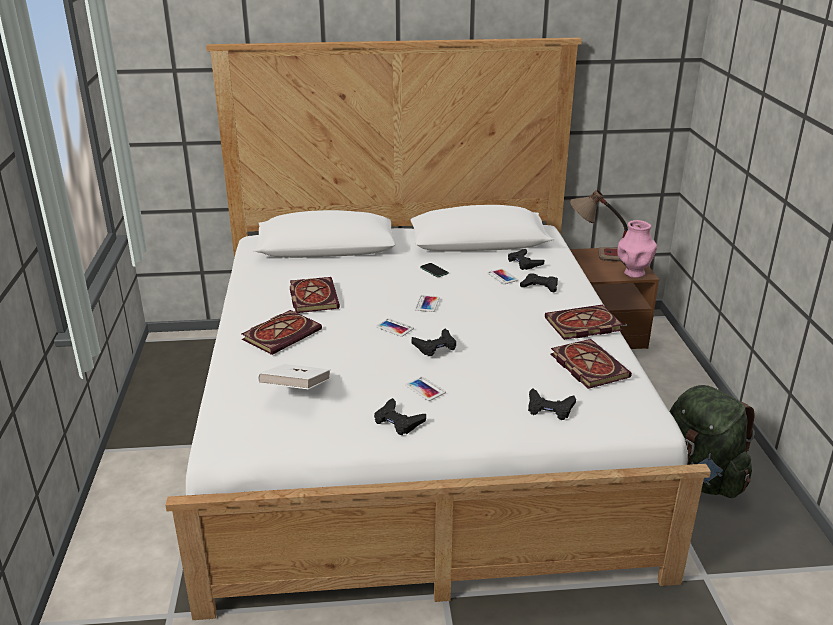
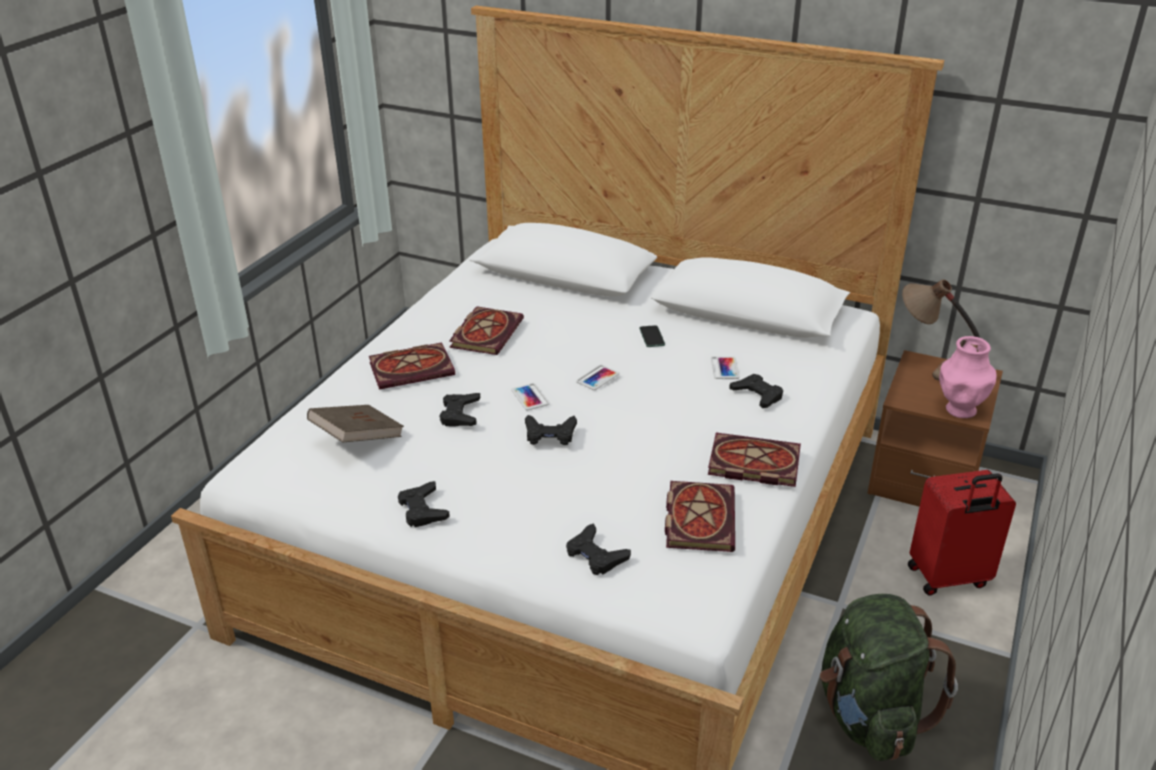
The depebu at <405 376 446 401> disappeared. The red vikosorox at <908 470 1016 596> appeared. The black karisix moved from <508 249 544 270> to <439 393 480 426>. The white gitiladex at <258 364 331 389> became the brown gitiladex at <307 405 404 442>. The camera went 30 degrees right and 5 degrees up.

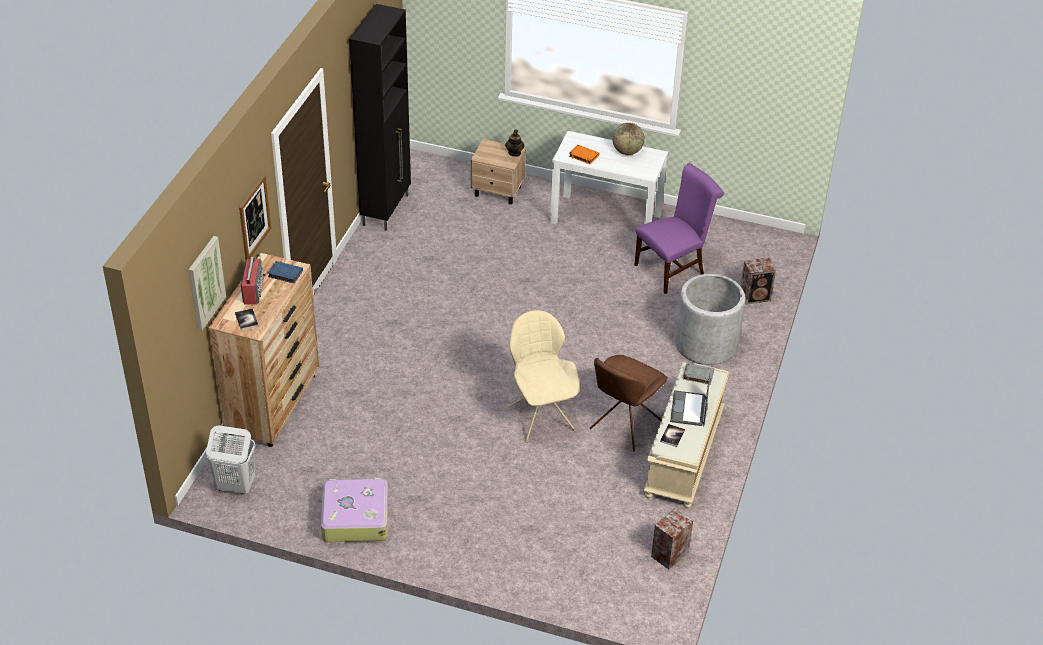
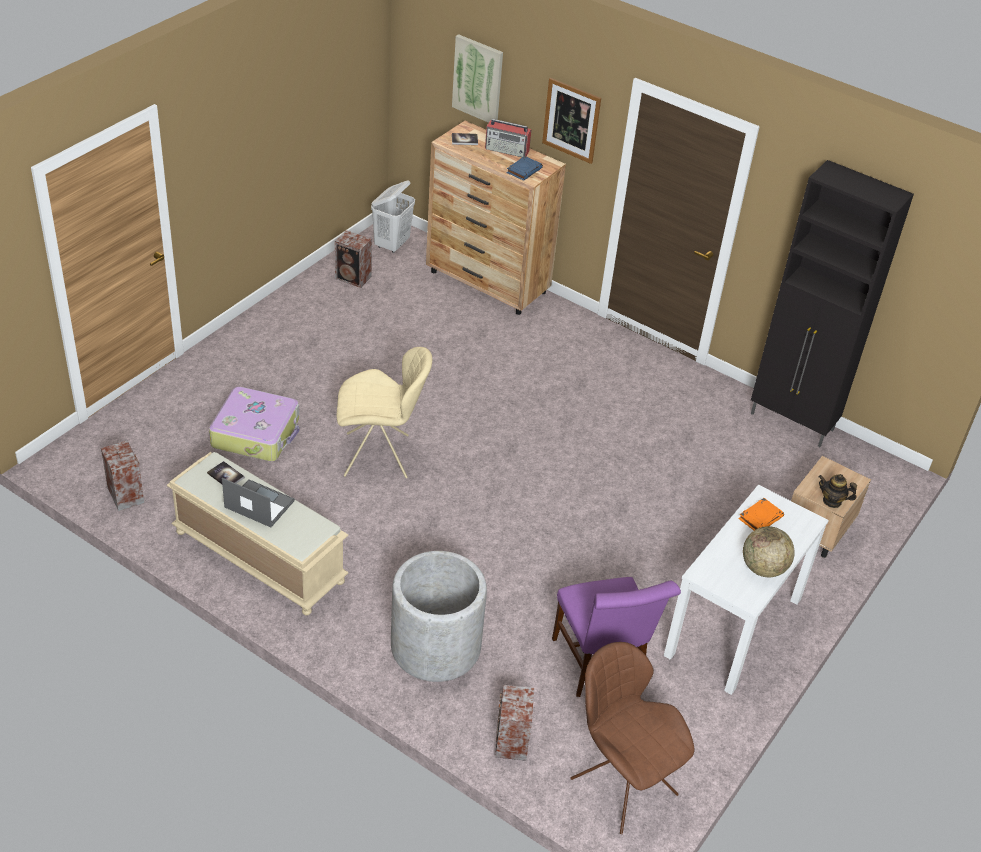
The grey gitiladex at <683 363 715 385> disappeared. The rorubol at <335 230 372 288> appeared. The vikosorox moved from <321 478 388 542> to <209 387 300 461>. The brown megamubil moved from <590 355 668 451> to <570 642 695 834>. The camera went 105 degrees right and 0 degrees up.

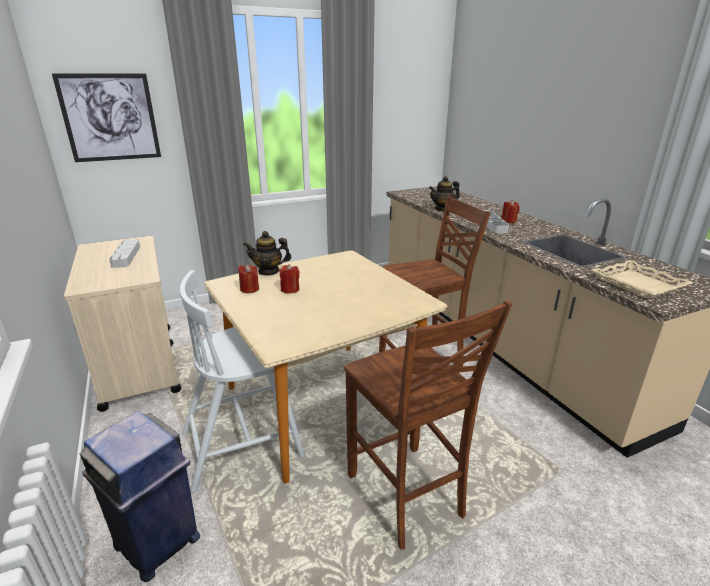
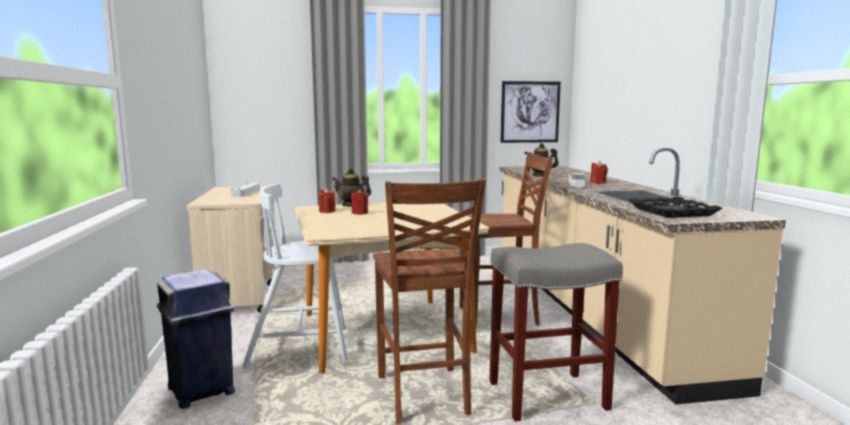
The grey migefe at <490 243 623 421> appeared. The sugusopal moved from <52 73 161 162> to <500 81 561 143>. The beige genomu at <592 260 693 299> became the black genomu at <628 197 722 218>. The camera went 15 degrees right and 15 degrees down.

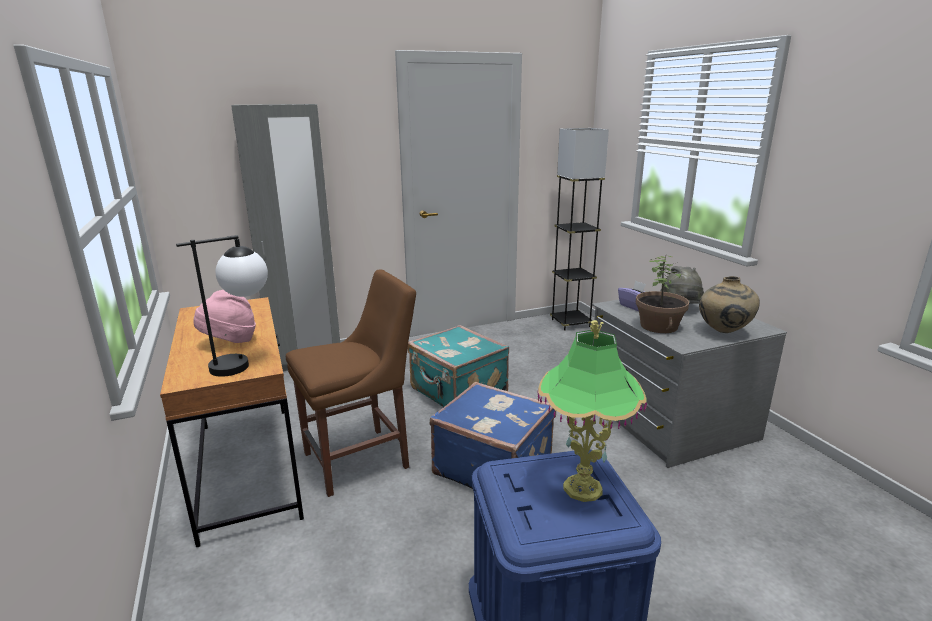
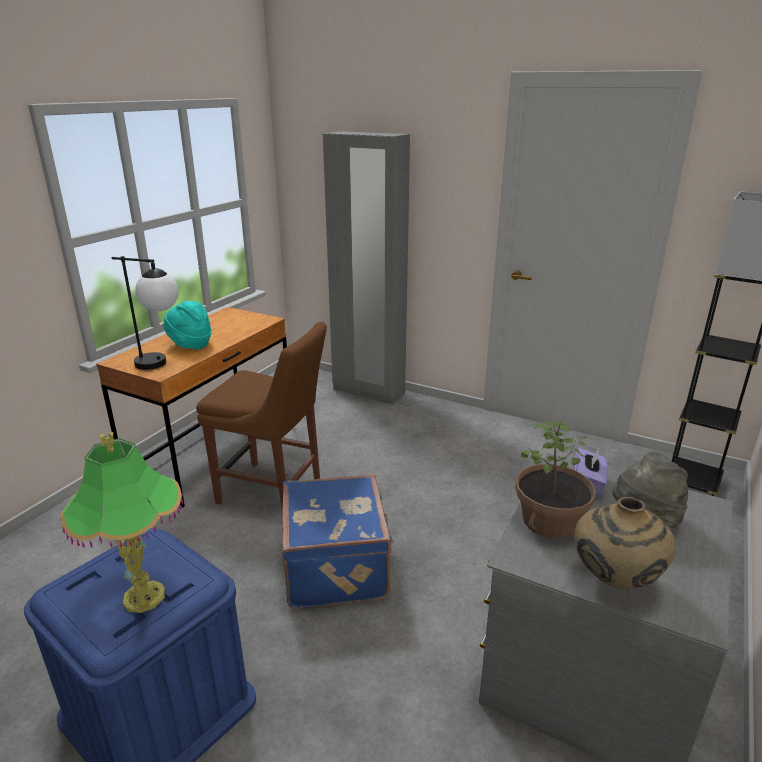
The turquoise vikosorox at <408 325 509 407> disappeared. The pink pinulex at <193 290 256 343> became the turquoise pinulex at <163 301 212 349>. The camera went 50 degrees right and 5 degrees up.

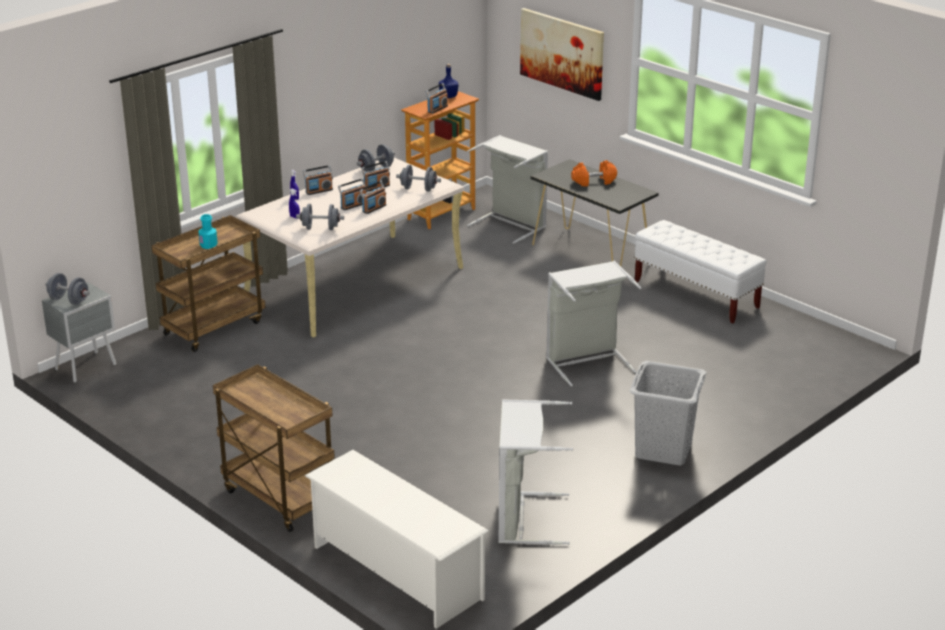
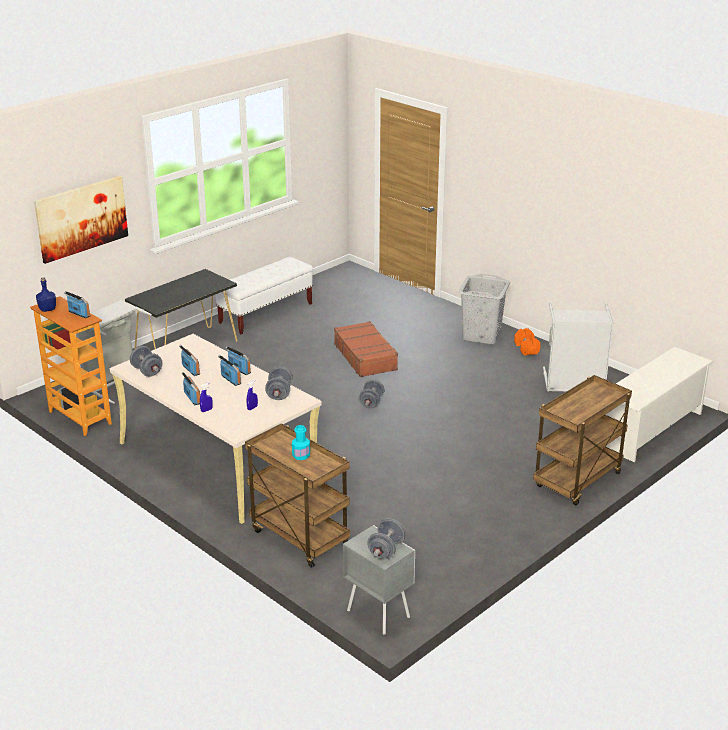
The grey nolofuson moved from <396 165 441 192> to <359 380 384 409>. The orange nolofuson moved from <571 160 617 187> to <514 328 541 355>. The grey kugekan at <546 261 642 387> was replaced by the brown vikosorox at <334 321 398 377>. The camera went 90 degrees left and 0 degrees up.

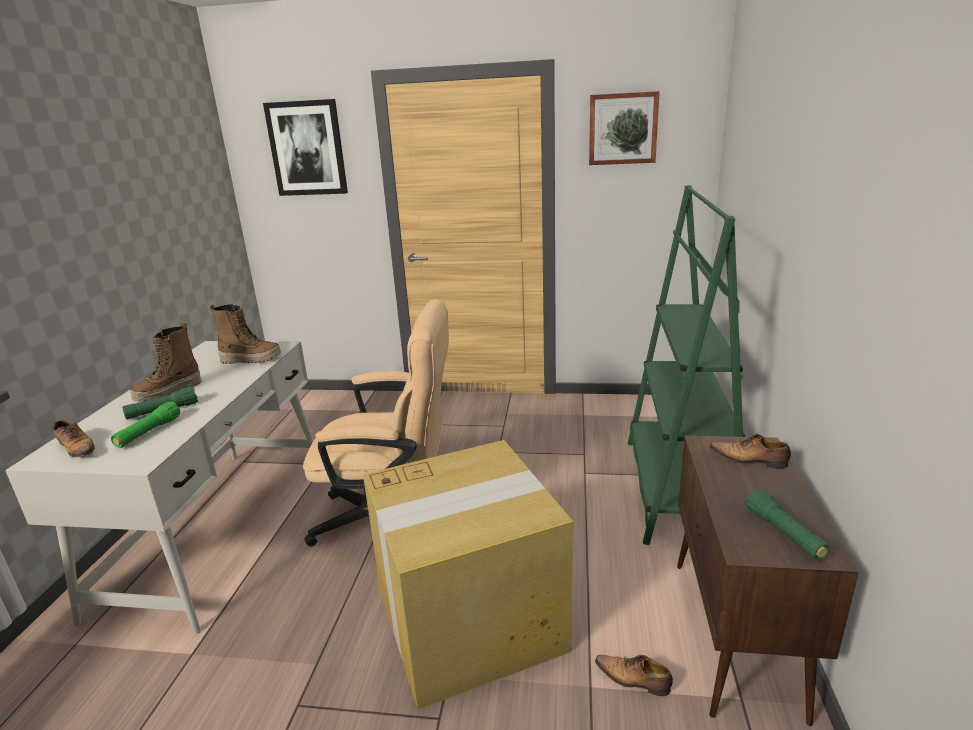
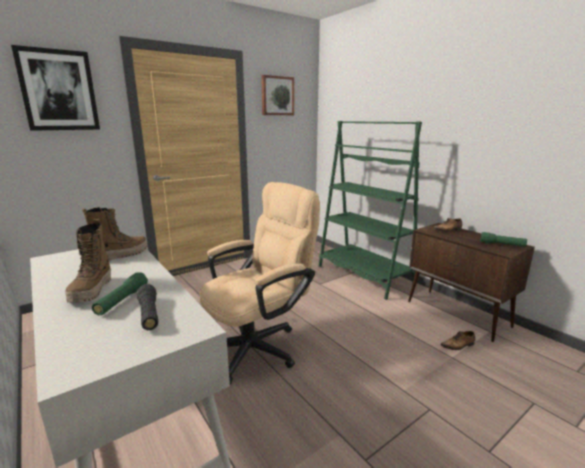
The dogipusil at <53 420 95 457> disappeared. The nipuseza at <363 440 573 710> disappeared. The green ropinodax at <111 402 180 448> became the black ropinodax at <137 284 158 330>. The camera went 45 degrees left and 5 degrees down.

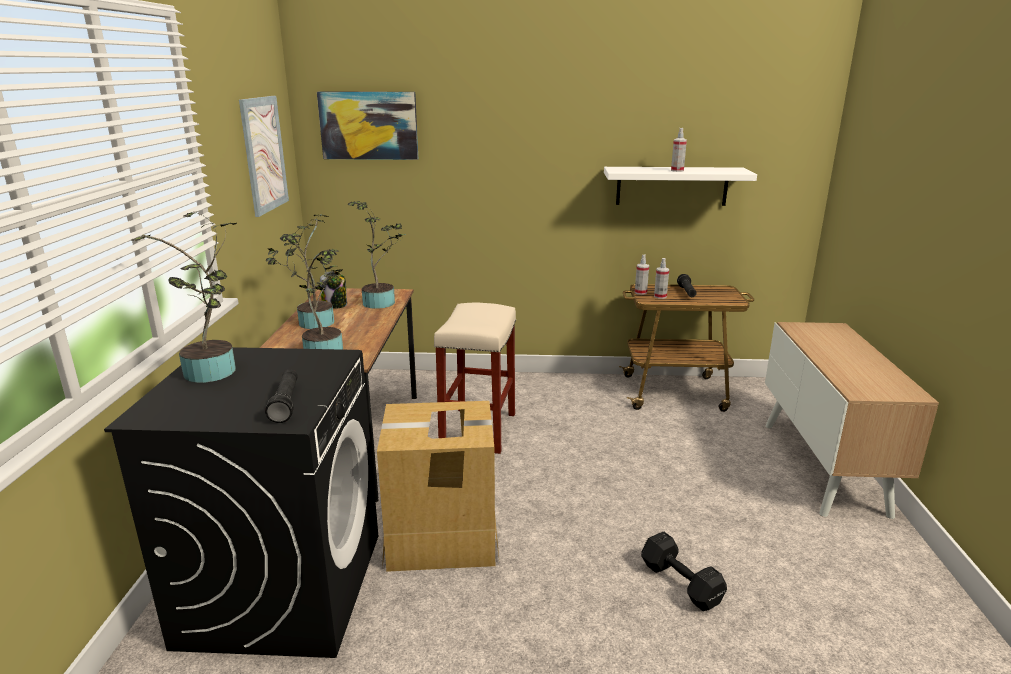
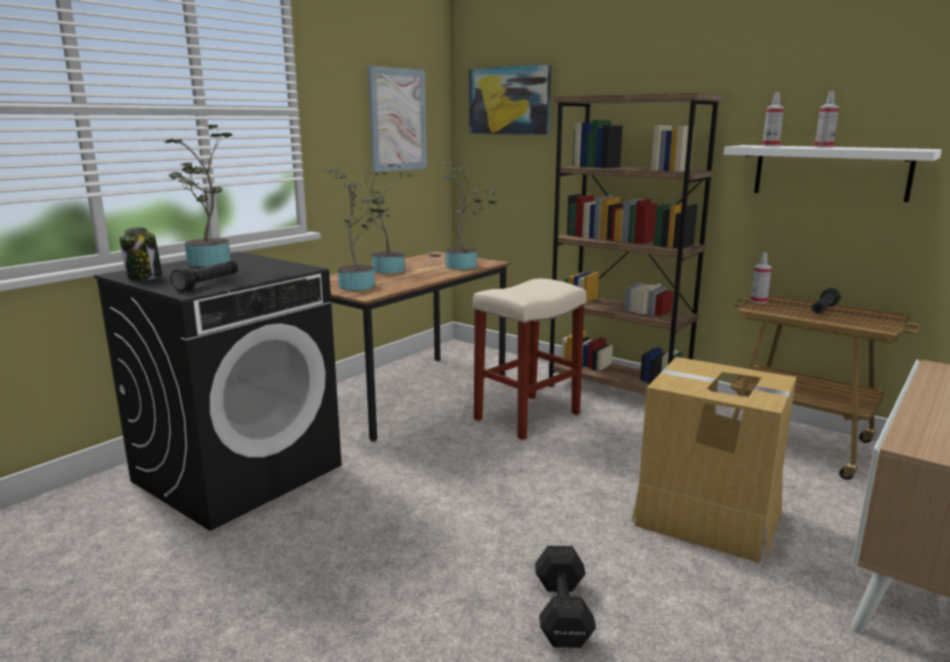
The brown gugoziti at <548 93 723 394> appeared. The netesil moved from <320 271 347 309> to <119 227 162 281>. The nipuseza moved from <377 401 499 572> to <631 357 796 563>. The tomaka moved from <654 258 669 299> to <762 92 784 147>. The camera went 35 degrees right and 5 degrees down.

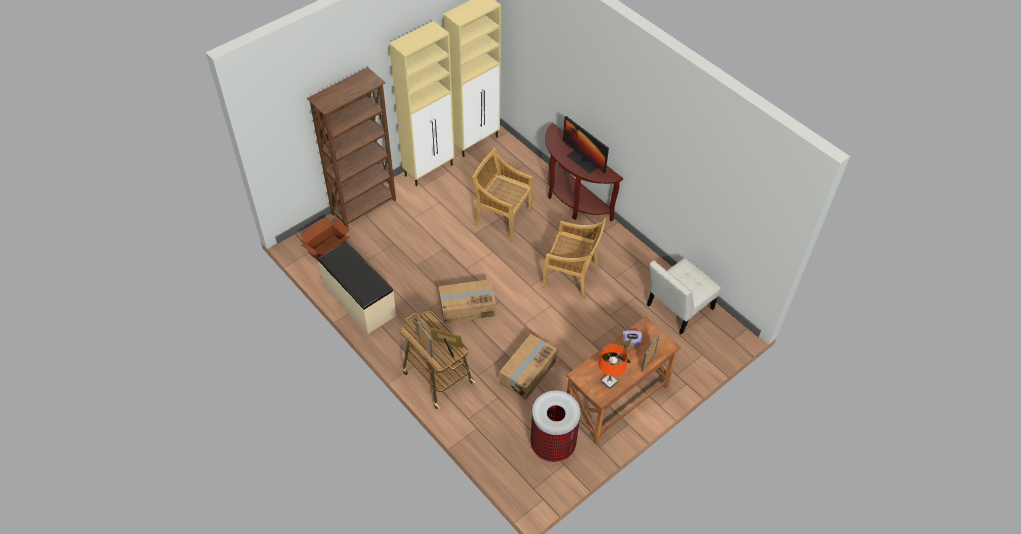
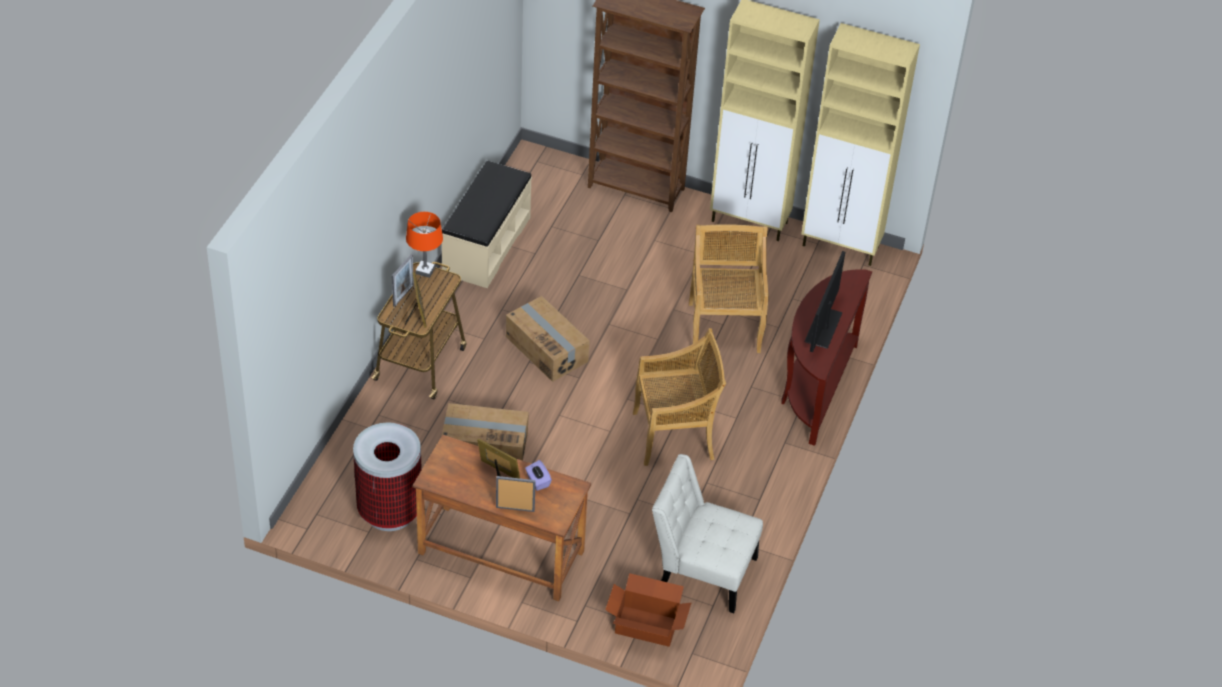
The nipuseza moved from <300 217 350 260> to <605 573 691 647>. The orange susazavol moved from <598 344 627 389> to <406 212 443 278>. The beige megamubil at <542 218 606 300> turned 90 degrees counterclockwise. The camera went 60 degrees right and 5 degrees down.

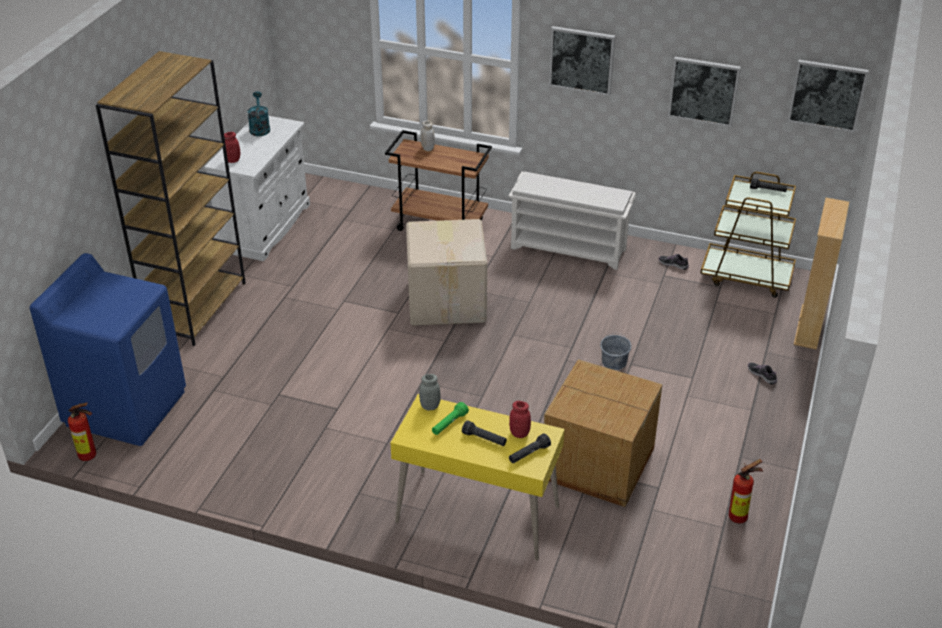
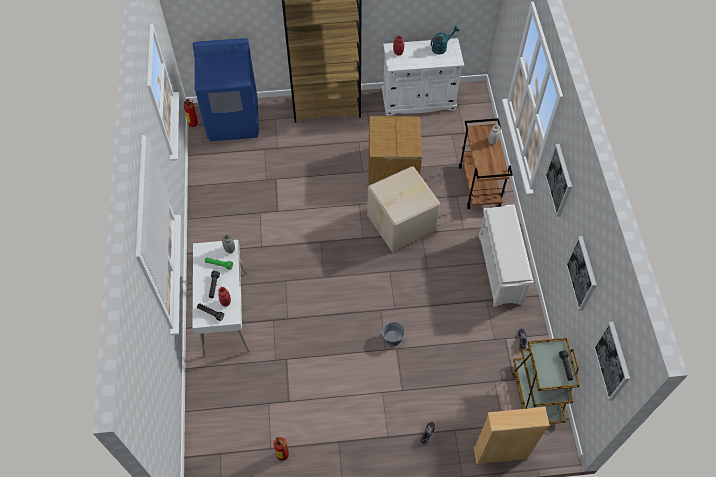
The nipuseza moved from <544 359 662 507> to <369 116 422 185>. The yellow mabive at <390 394 565 561> became the white mabive at <192 240 250 357>. The camera went 65 degrees right and 20 degrees up.

